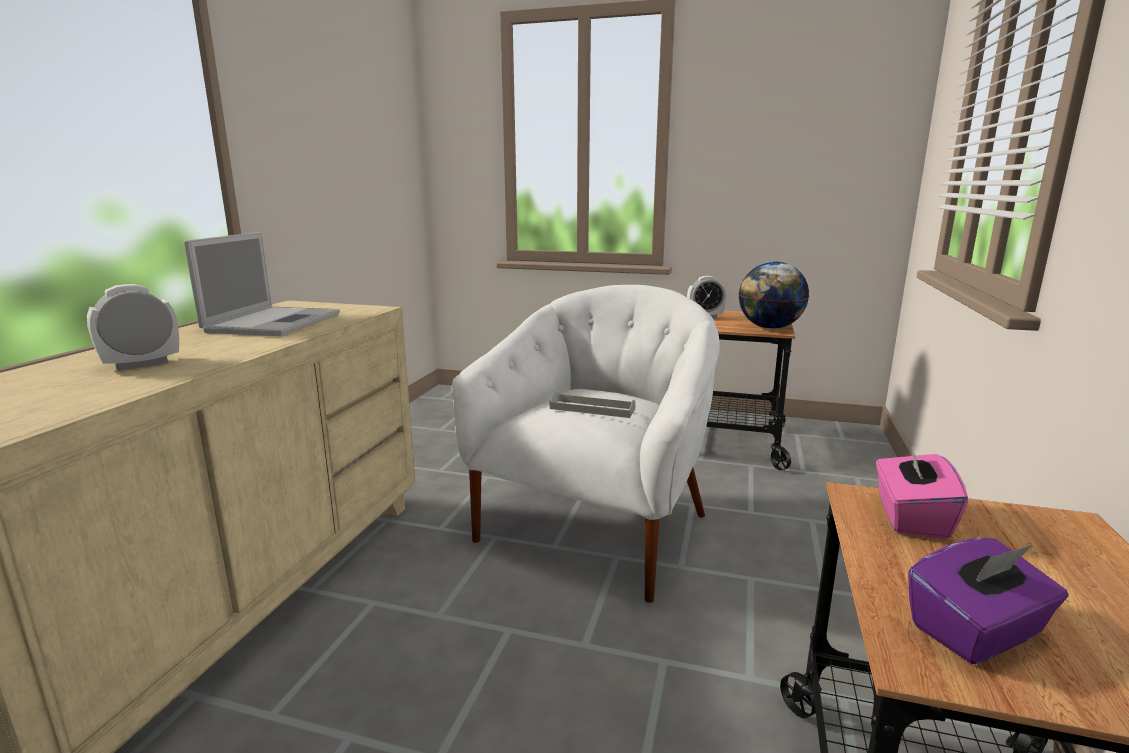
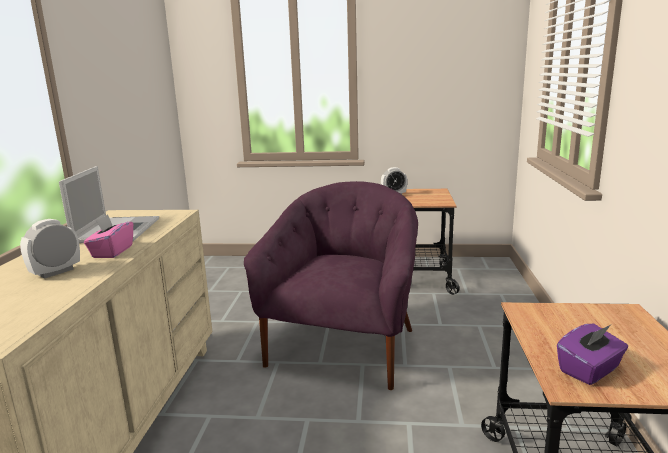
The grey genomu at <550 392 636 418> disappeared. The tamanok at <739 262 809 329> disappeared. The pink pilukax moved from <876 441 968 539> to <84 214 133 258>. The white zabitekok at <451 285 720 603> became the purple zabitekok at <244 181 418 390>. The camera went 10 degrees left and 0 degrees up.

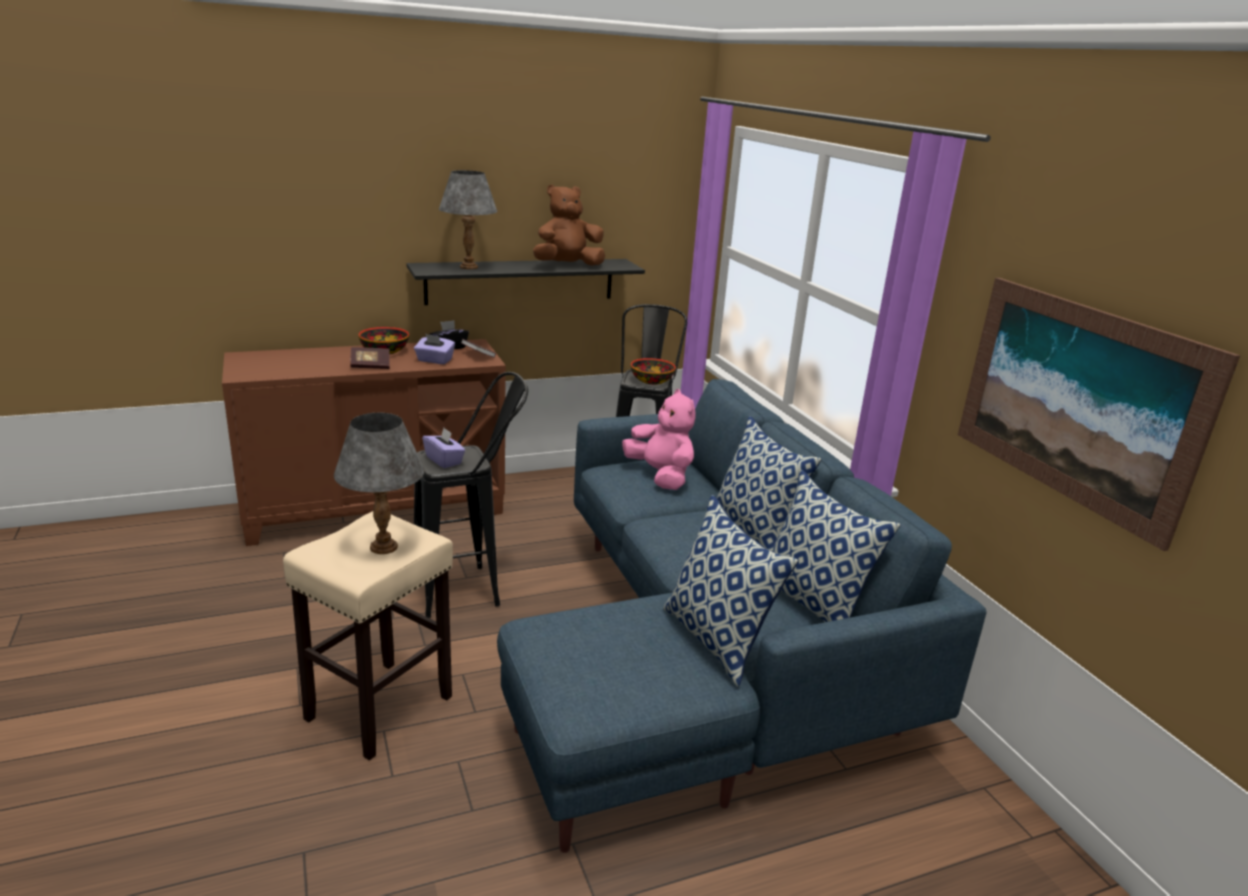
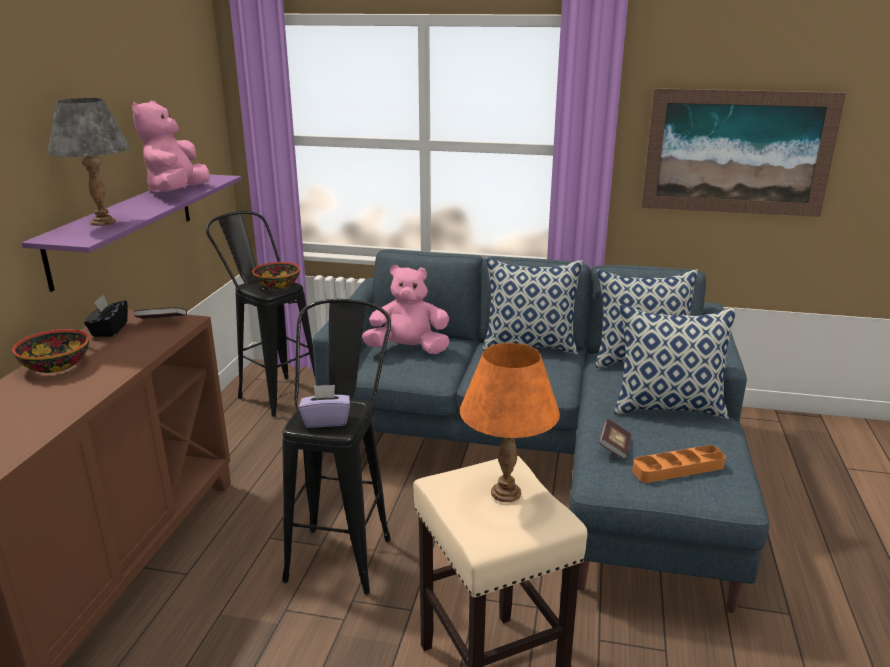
The purple pilukax at <414 334 455 364> disappeared. The orange genomu at <632 445 726 483> appeared. The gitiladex moved from <351 347 390 369> to <599 418 631 460>. The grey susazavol at <334 413 424 554> became the orange susazavol at <460 343 560 502>. The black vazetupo at <406 259 645 305> became the purple vazetupo at <22 174 242 292>. The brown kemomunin at <533 184 605 266> became the pink kemomunin at <132 101 210 192>. The camera went 55 degrees left and 0 degrees up.

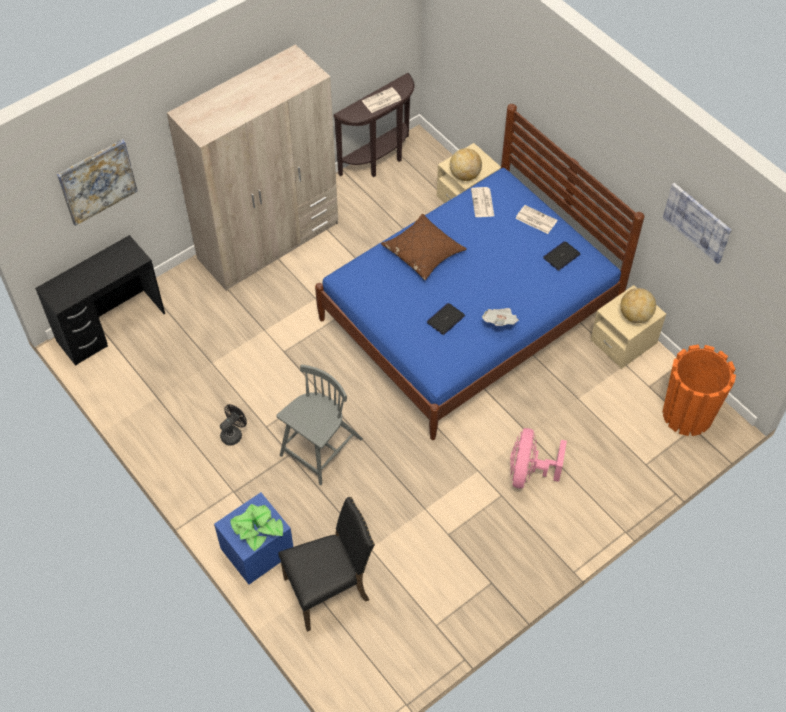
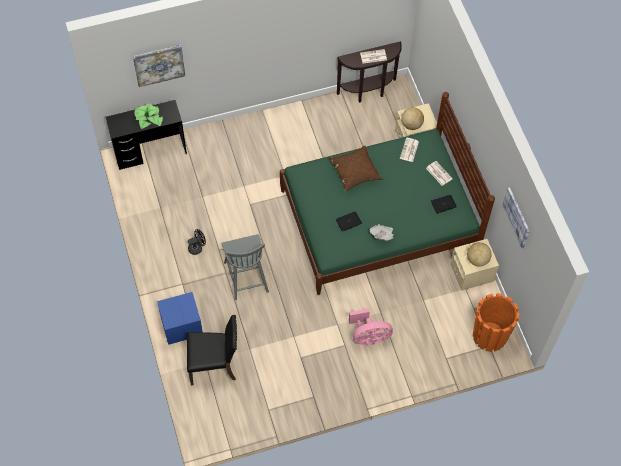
The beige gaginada at <167 44 338 291> disappeared. The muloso moved from <230 504 283 551> to <134 103 163 129>. The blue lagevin at <315 104 644 440> became the green lagevin at <280 92 495 295>. The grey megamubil at <276 364 363 485> turned 105 degrees clockwise. The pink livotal at <510 428 567 489> turned 135 degrees counterclockwise. The camera went 20 degrees right and 5 degrees up.

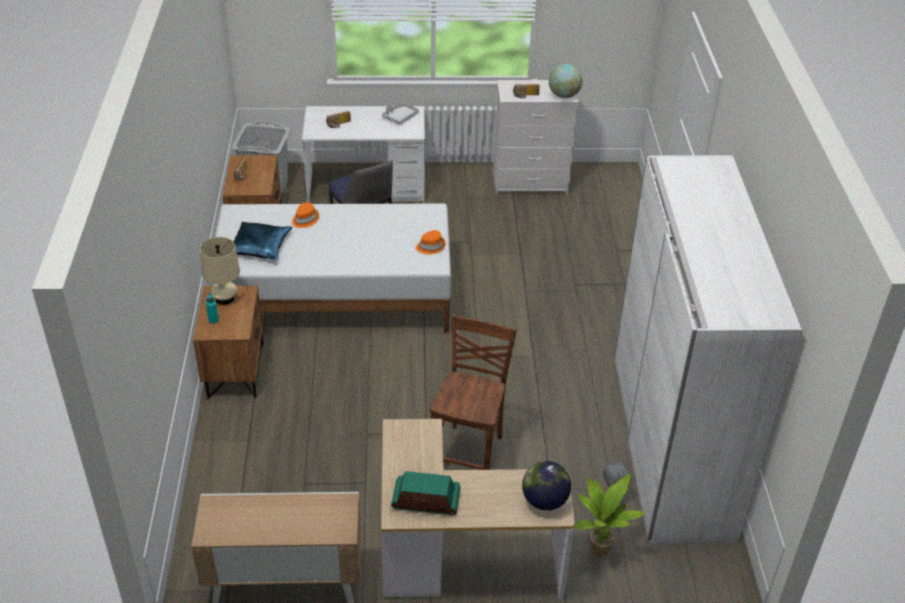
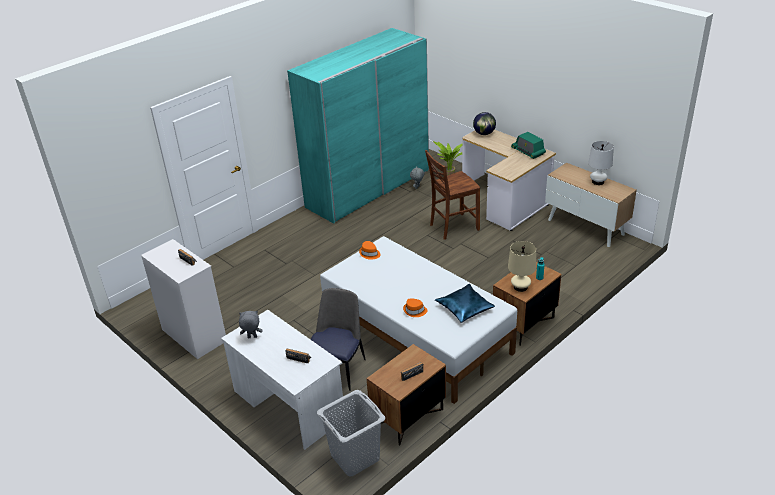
The tamanok at <549 64 583 98> disappeared. The white susazavol at <588 141 614 185> appeared. The grey genomu at <382 103 419 125> was replaced by the grey kemomunin at <239 311 263 338>. The white gaginada at <614 156 802 543> became the turquoise gaginada at <287 28 429 224>. The camera went 130 degrees left and 5 degrees down.

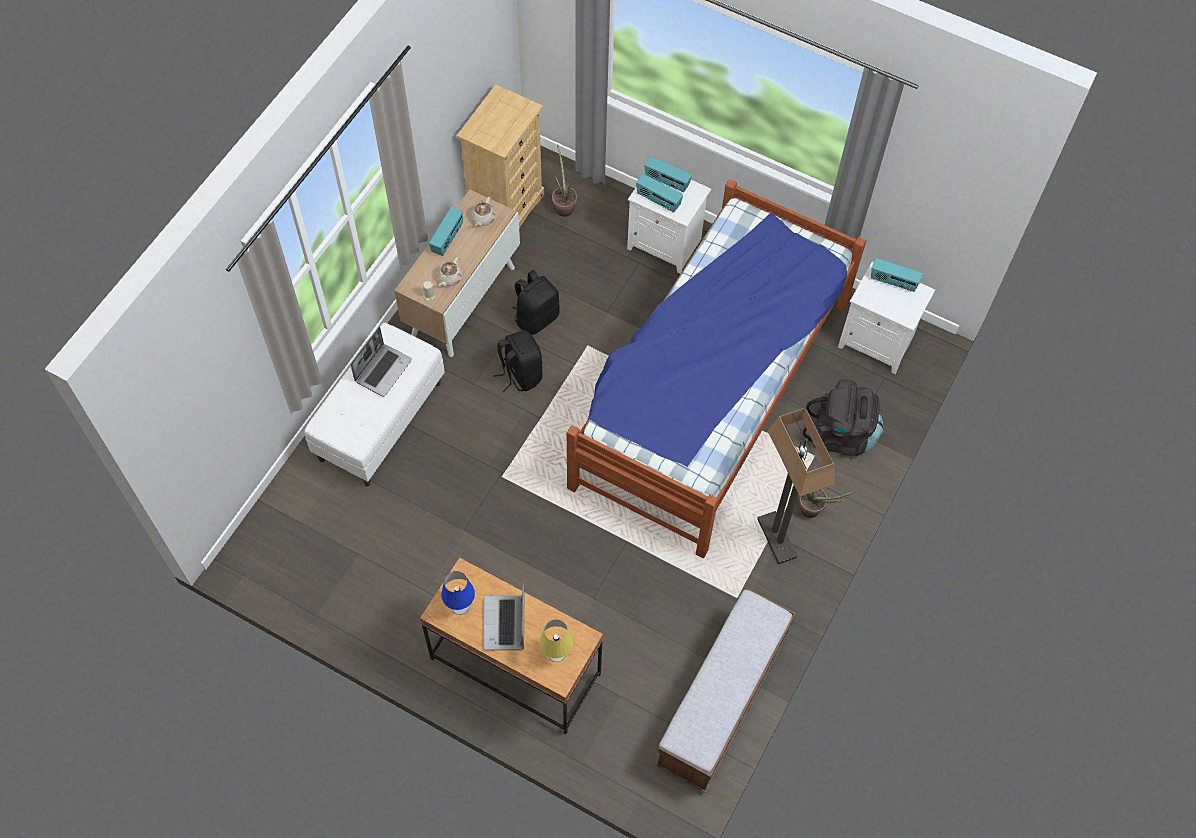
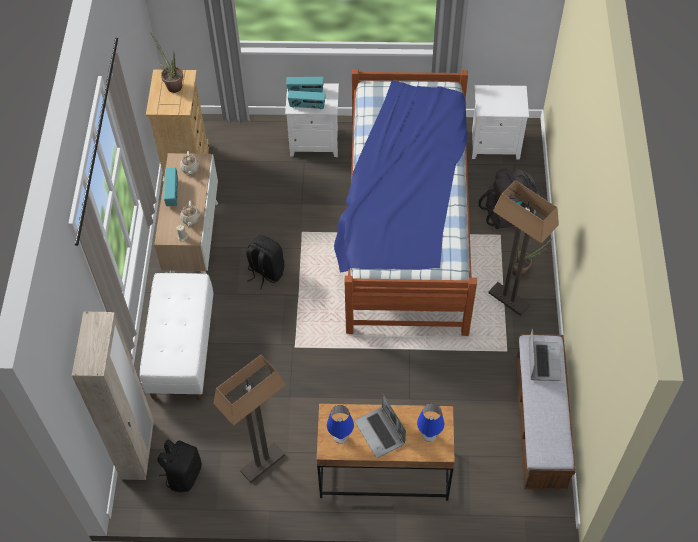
The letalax at <871 258 923 292> disappeared. The beige gaginada at <72 311 154 480> appeared. The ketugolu at <213 355 285 483> appeared. The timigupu moved from <351 326 412 397> to <529 328 561 381>. The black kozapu moved from <512 270 560 335> to <157 439 202 492>. The muloso moved from <552 145 577 217> to <150 32 183 93>. The yellow susazavol at <539 619 573 662> became the blue susazavol at <417 403 444 442>. The camera went 25 degrees left and 5 degrees down.

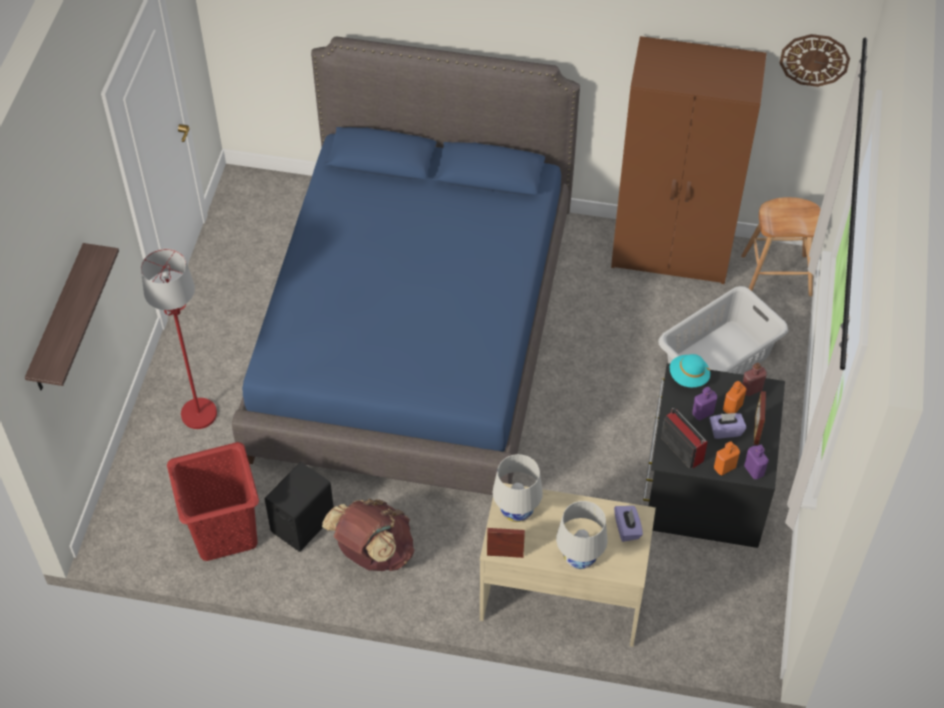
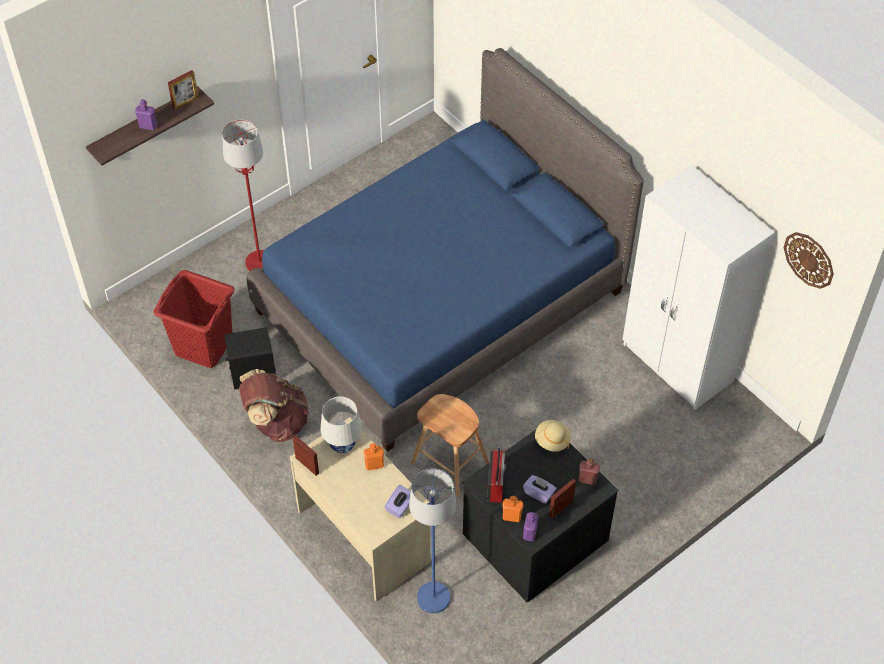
The white susazavol at <556 501 607 569> disappeared. The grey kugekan at <658 286 788 375> disappeared. The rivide at <168 70 199 110> appeared. The blue ketugolu at <409 469 456 613> appeared. The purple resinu moved from <692 387 717 421> to <135 99 157 130>. The orange resinu moved from <723 381 746 414> to <363 443 384 471>. The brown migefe moved from <741 197 821 296> to <411 394 489 497>. The brown gaginada at <611 36 767 284> became the white gaginada at <622 166 775 410>. The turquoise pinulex at <670 354 710 387> became the beige pinulex at <535 420 571 452>. The camera went 40 degrees right and 0 degrees up.

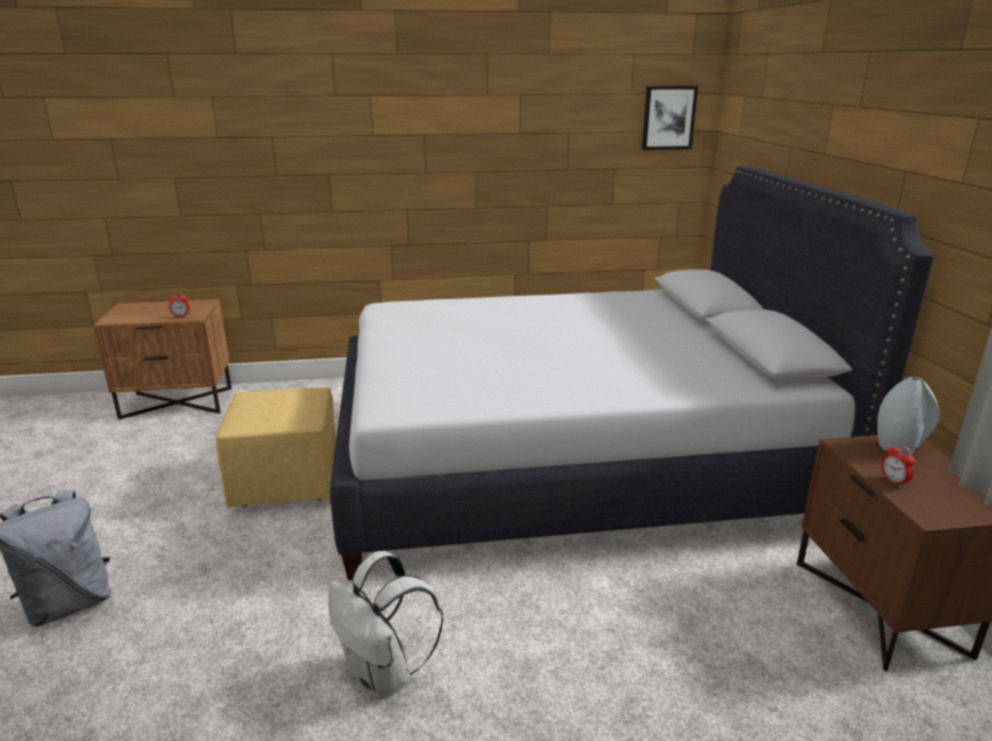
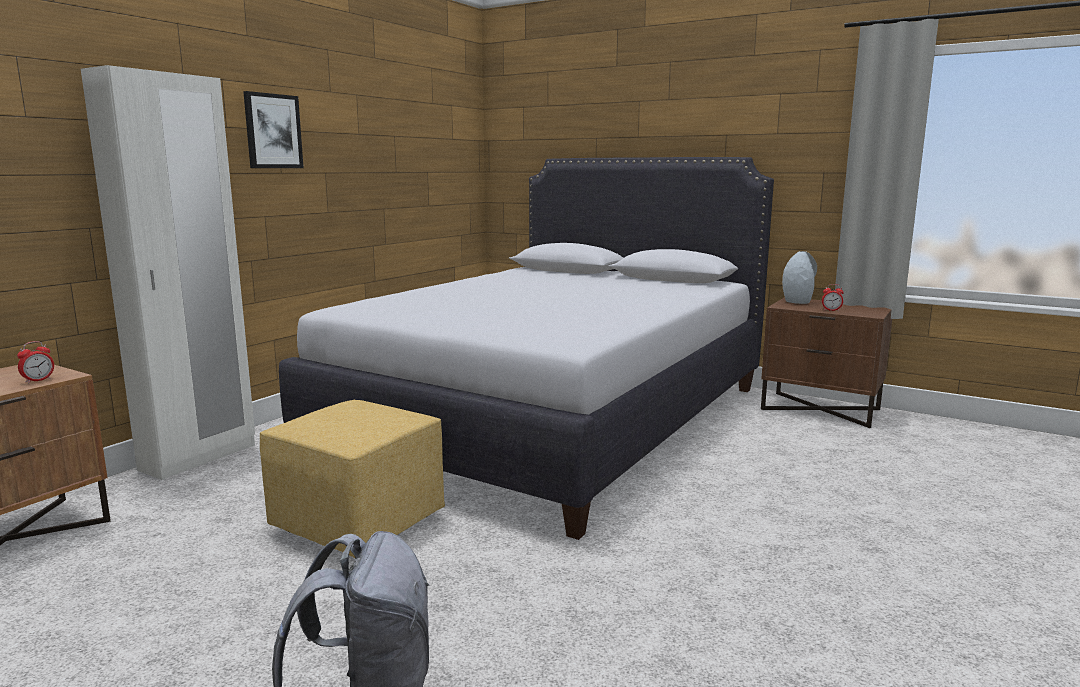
The white kozapu at <328 551 443 699> disappeared. The white gaginada at <81 65 255 480> appeared. The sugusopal moved from <642 86 698 150> to <243 91 304 168>. The camera went 50 degrees left and 10 degrees down.

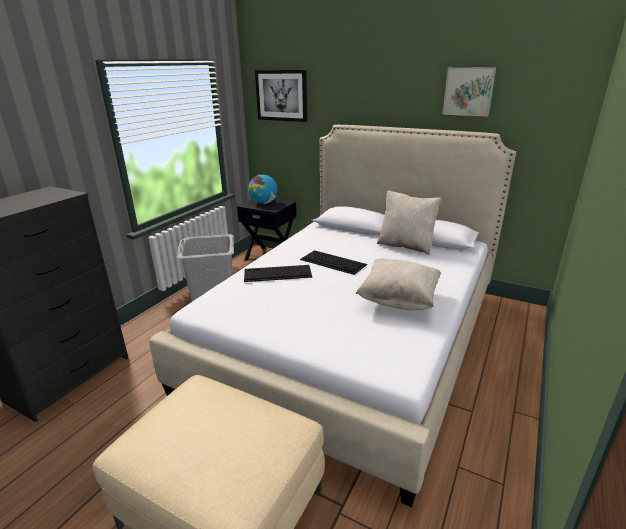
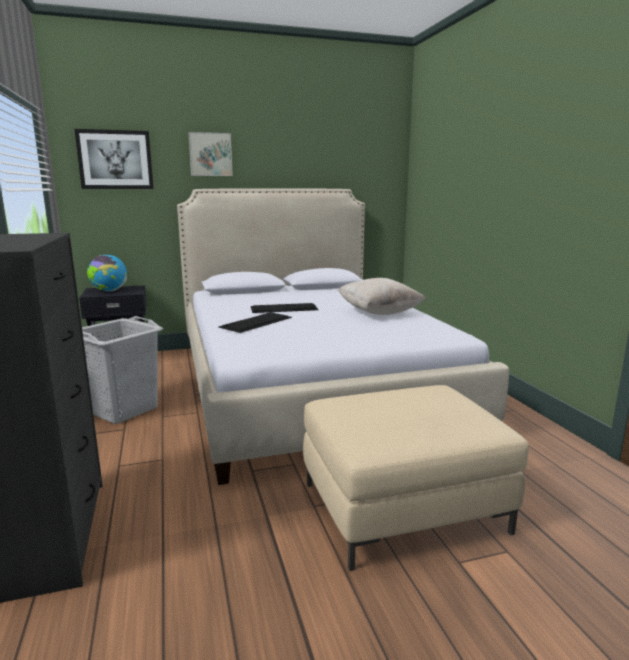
The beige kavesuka at <377 190 442 255> disappeared. The sugusopal moved from <442 67 496 117> to <188 132 233 176>. The camera went 45 degrees left and 10 degrees down.

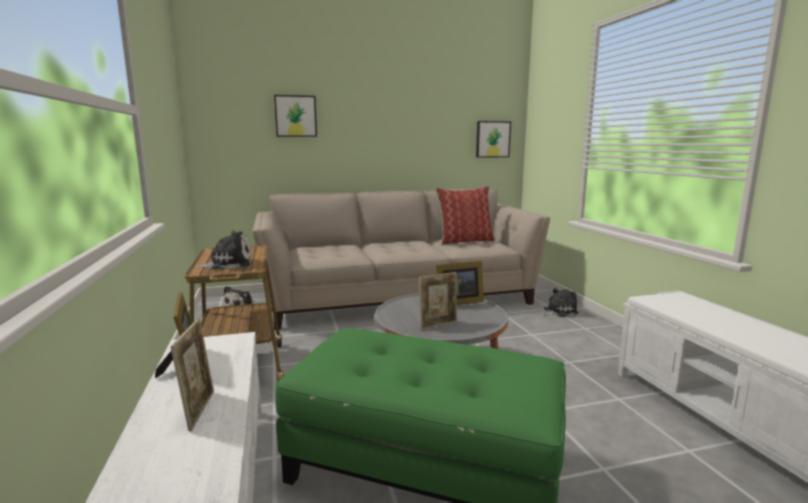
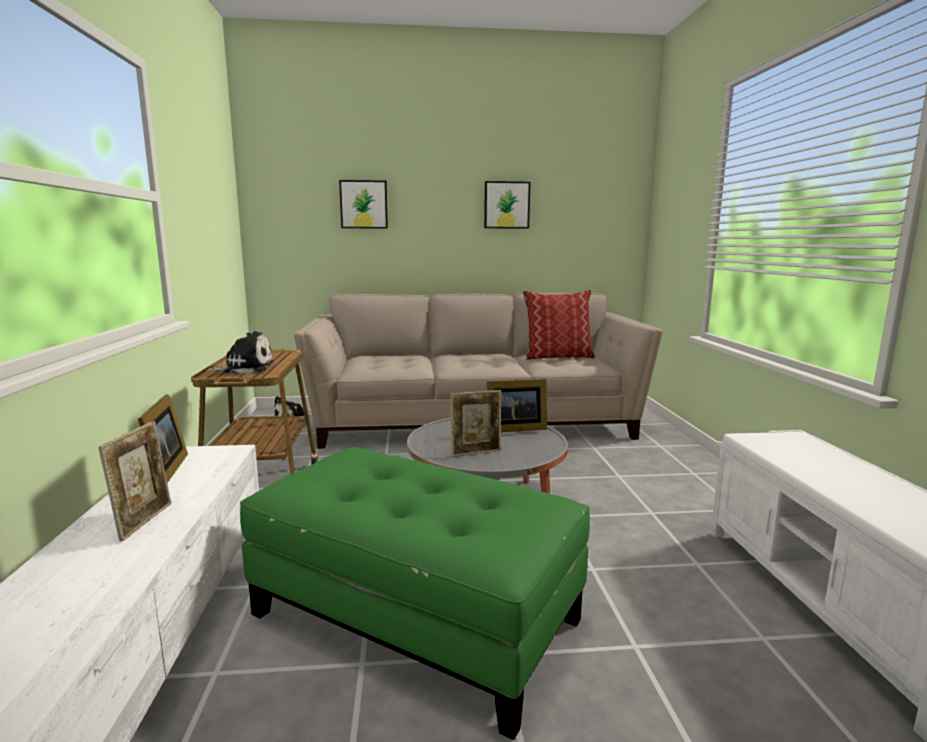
The kemomunin at <543 288 578 317> disappeared. The sugusopal moved from <476 121 511 158> to <484 181 530 229>. The camera went 10 degrees right and 0 degrees up.

